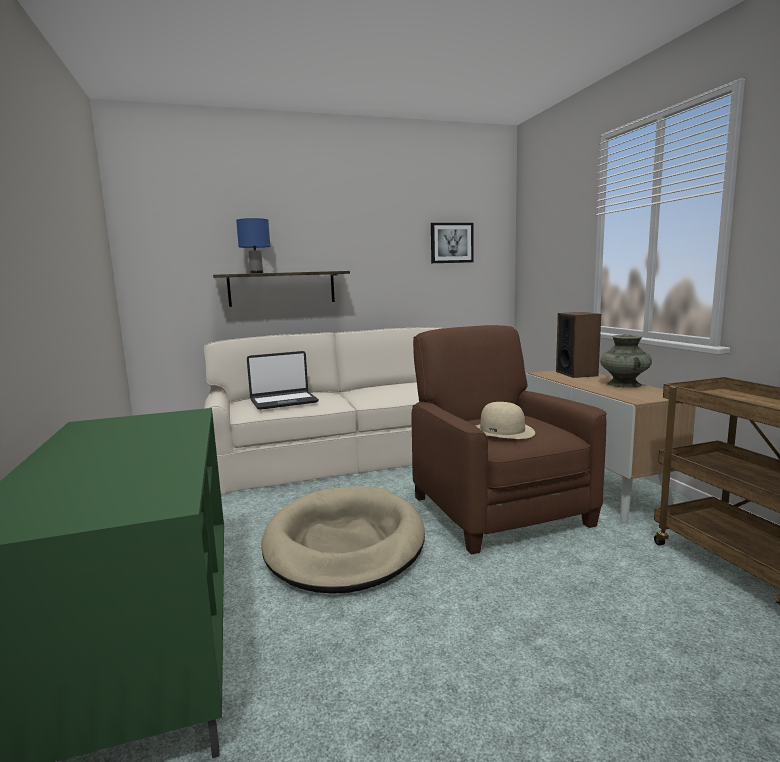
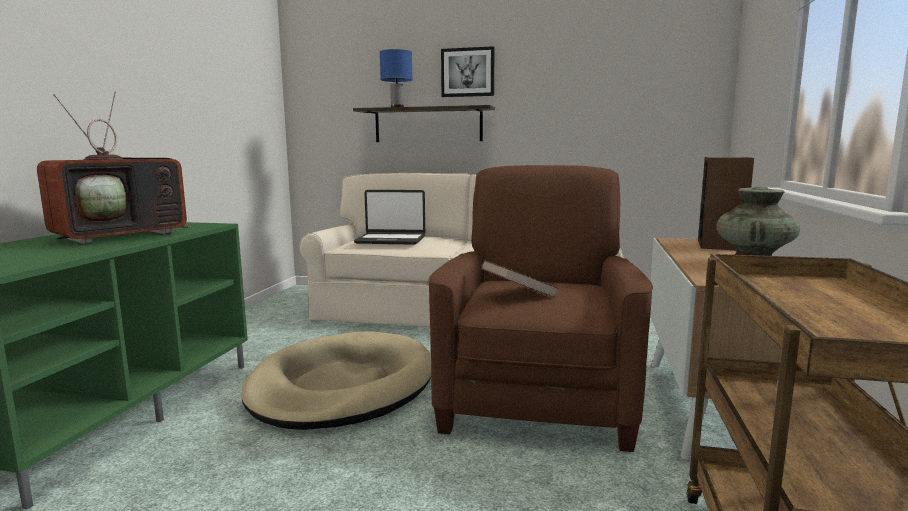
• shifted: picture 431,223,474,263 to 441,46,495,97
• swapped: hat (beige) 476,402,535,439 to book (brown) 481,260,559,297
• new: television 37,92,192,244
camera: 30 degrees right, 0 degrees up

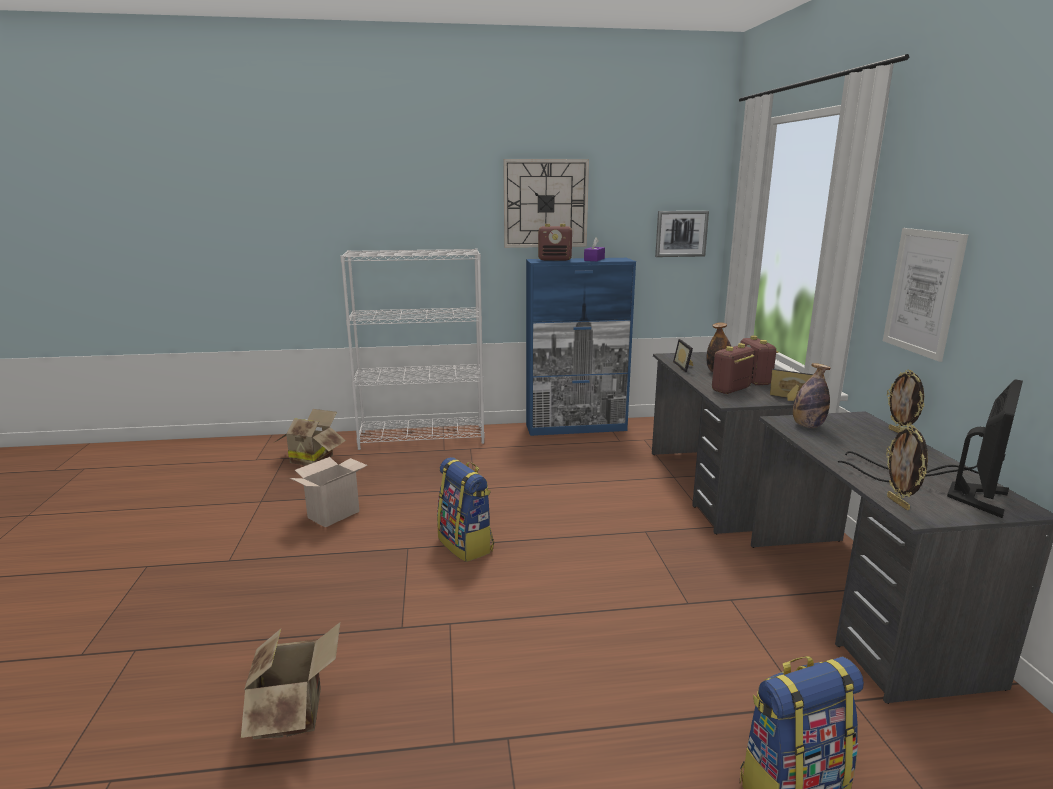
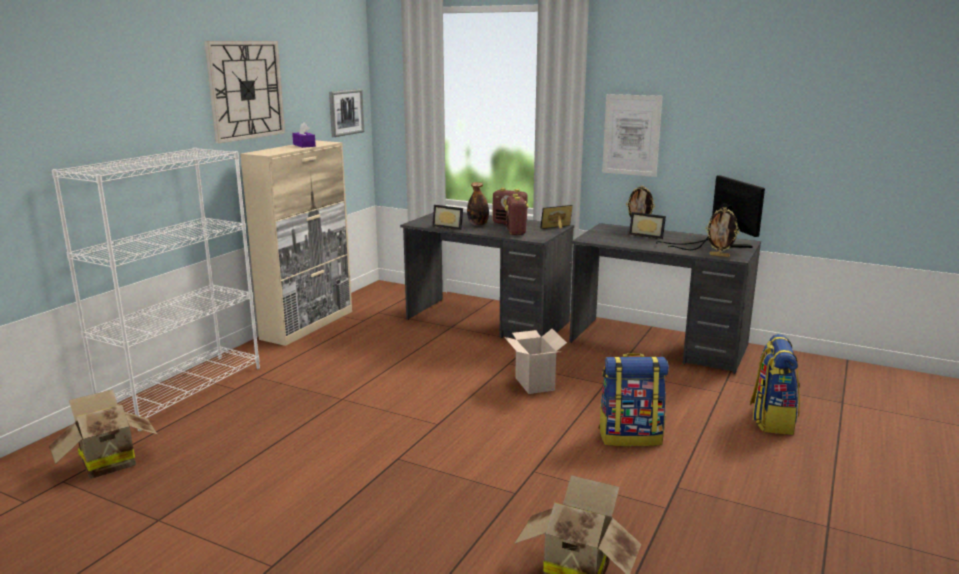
• shifted: cardboard box 290,457,367,527 to 504,329,567,394
• shifted: backpack 437,457,494,562 to 598,353,669,446
• repainted: cabinet (blue) 526,258,636,436 to cabinet (beige) 240,141,352,346
• gone: radio 538,224,572,261
• gone: bottle 793,363,831,428
• new: picture frame 629,212,666,239
camera: 55 degrees left, 0 degrees up

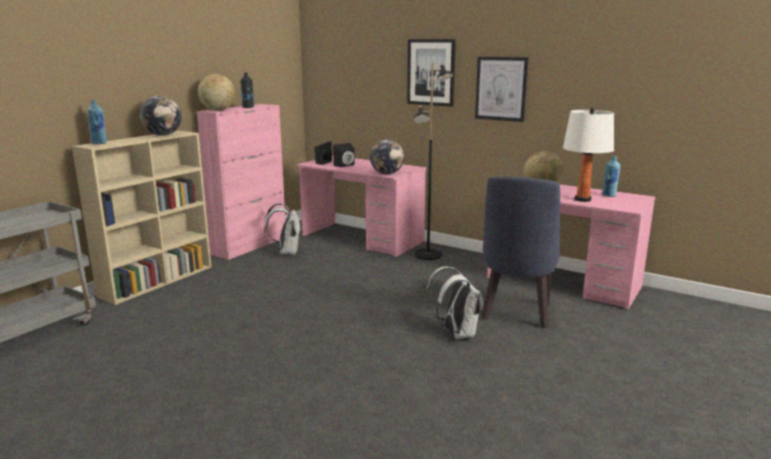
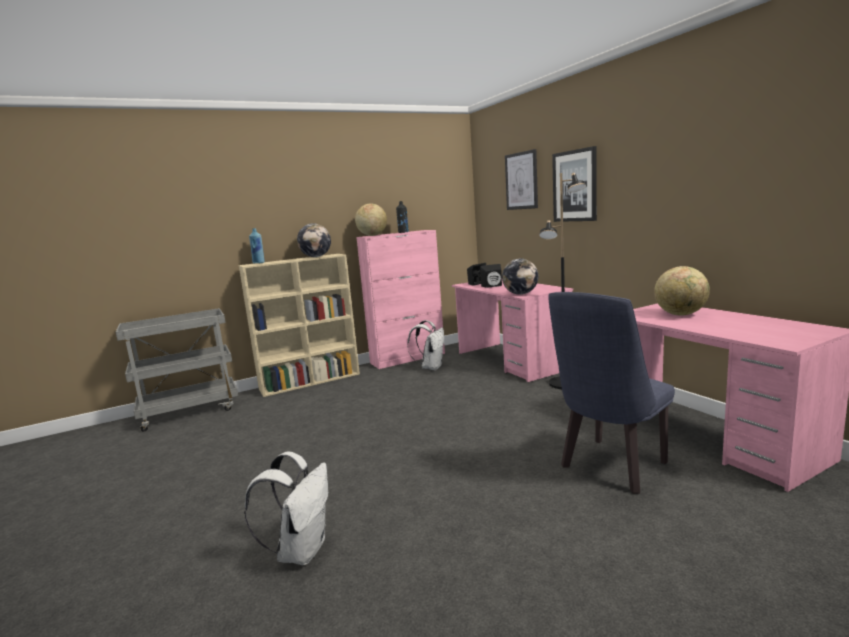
• shifted: backpack (white) 425,266,483,339 to 244,451,328,565
• shifted: picture 475,57,529,122 to 505,149,538,210
• gone: table lamp (white) 563,107,614,202
• gone: bottle (blue) 602,156,620,197
camera: 30 degrees right, 5 degrees down

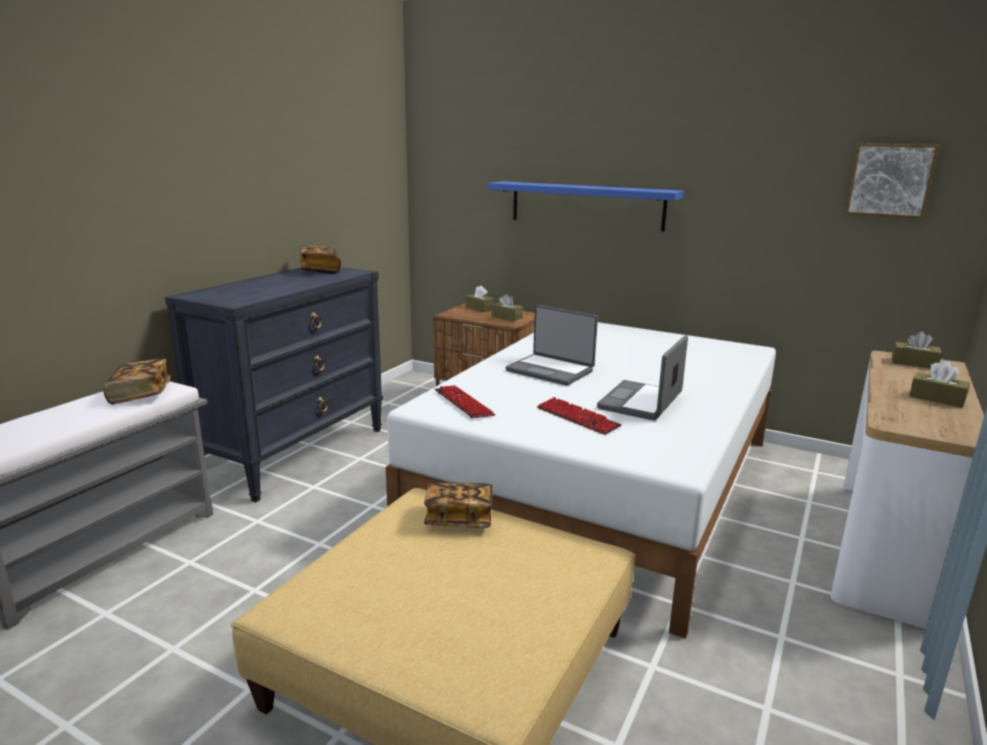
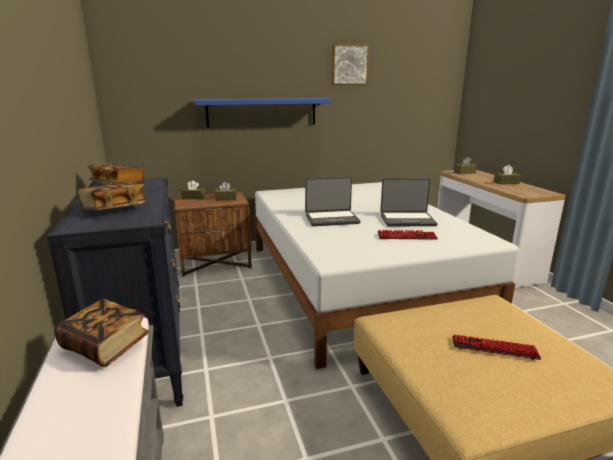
• shifted: book 424,482,493,528 to 78,181,146,210
• shifted: keyboard 434,385,495,418 to 452,334,541,360
• rotated: laptop 597,335,688,421 = 380,178,438,226 75 degrees counterclockwise
• shifted: picture 845,143,939,219 to 332,44,369,85
camera: 45 degrees left, 0 degrees up

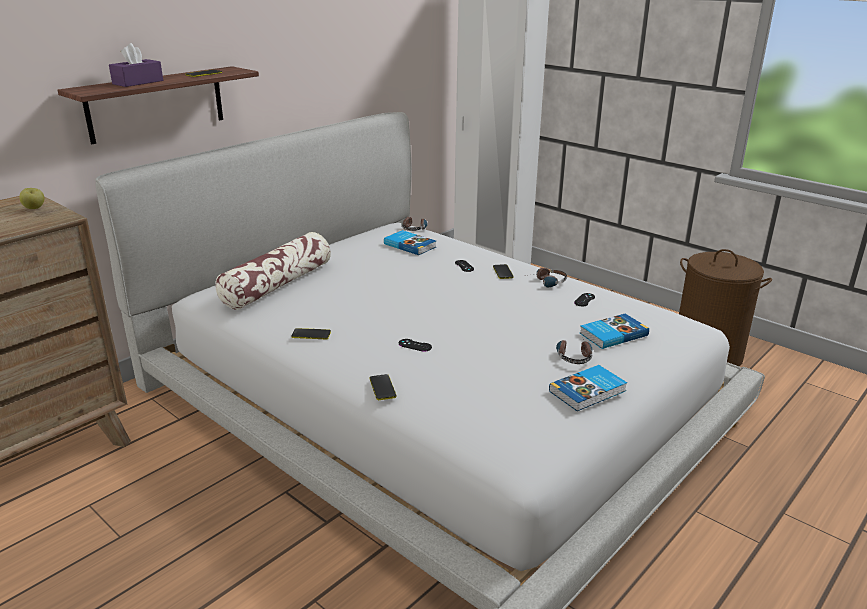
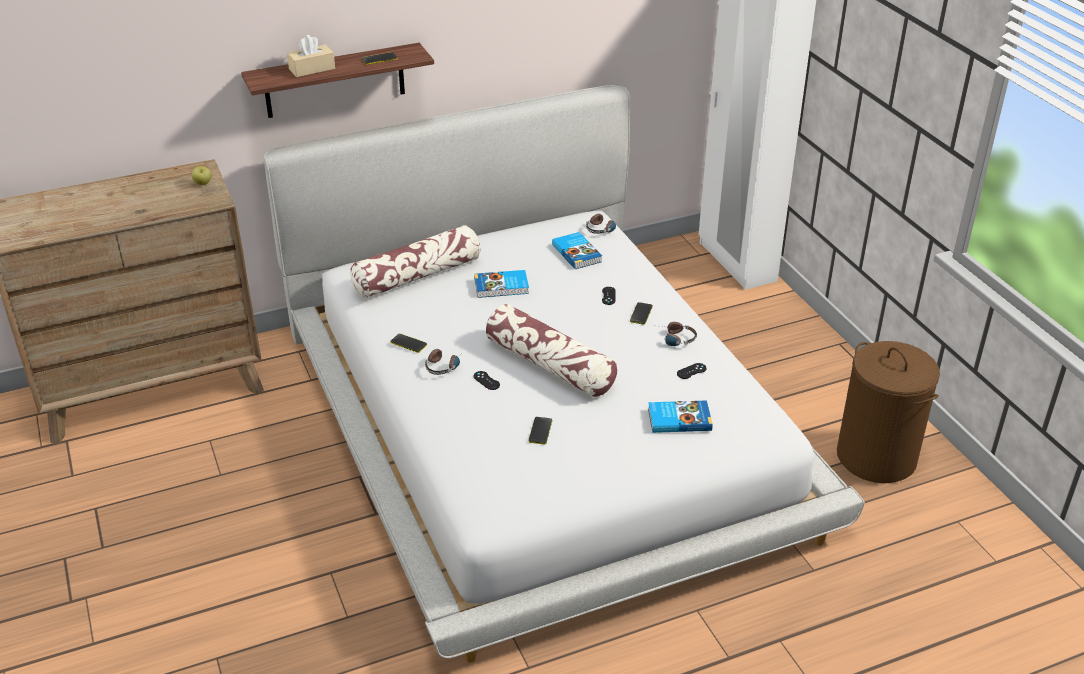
• repainted: tissue box (purple) 109,43,163,87 to tissue box (beige) 287,35,335,77
• shifted: phone 370,374,396,400 to 528,417,552,445
• shifted: book 549,365,627,411 to 474,270,529,298
• shifted: headphones 556,339,593,364 to 425,349,465,375
• new: pillow 486,304,617,397
camera: 25 degrees right, 10 degrees up

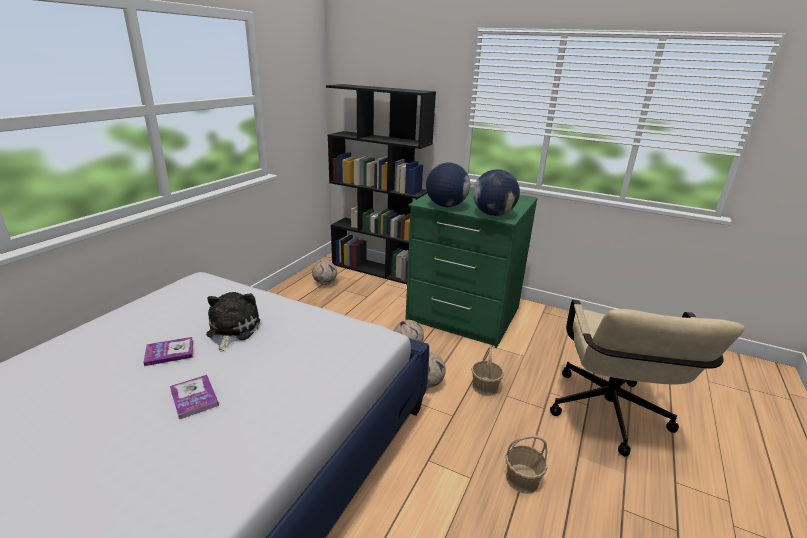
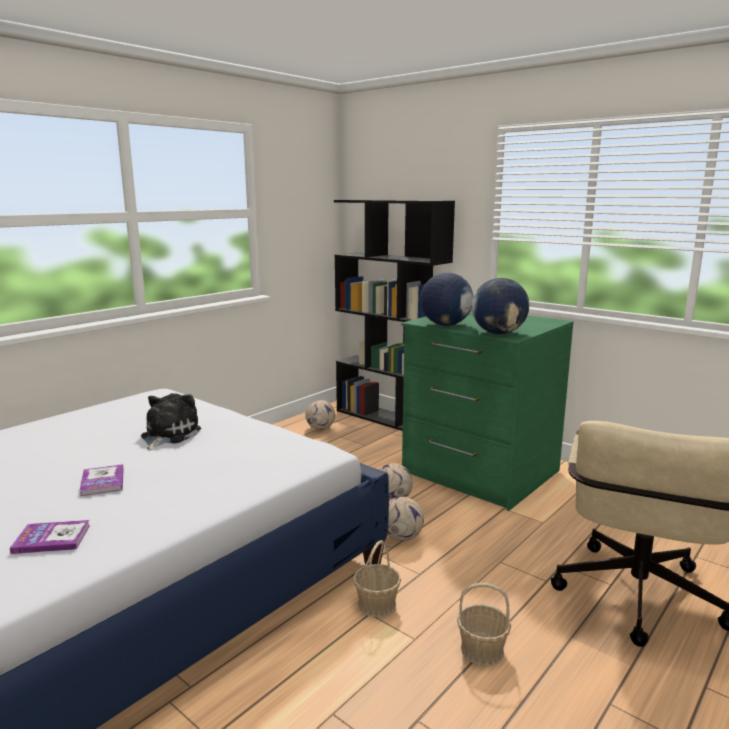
• shifted: book 143,337,193,366 to 10,520,90,554
• shifted: basket 471,346,504,396 to 353,540,401,617
camera: 15 degrees right, 10 degrees down

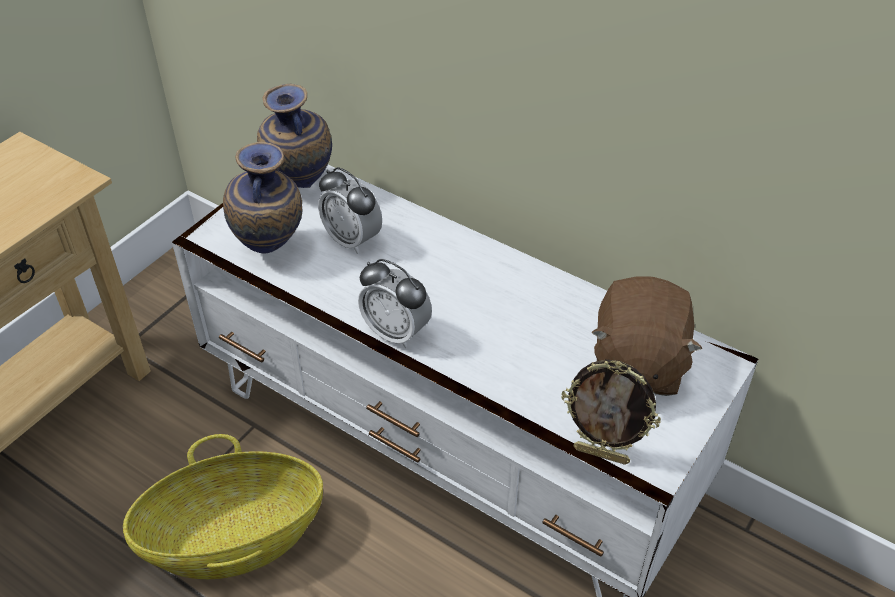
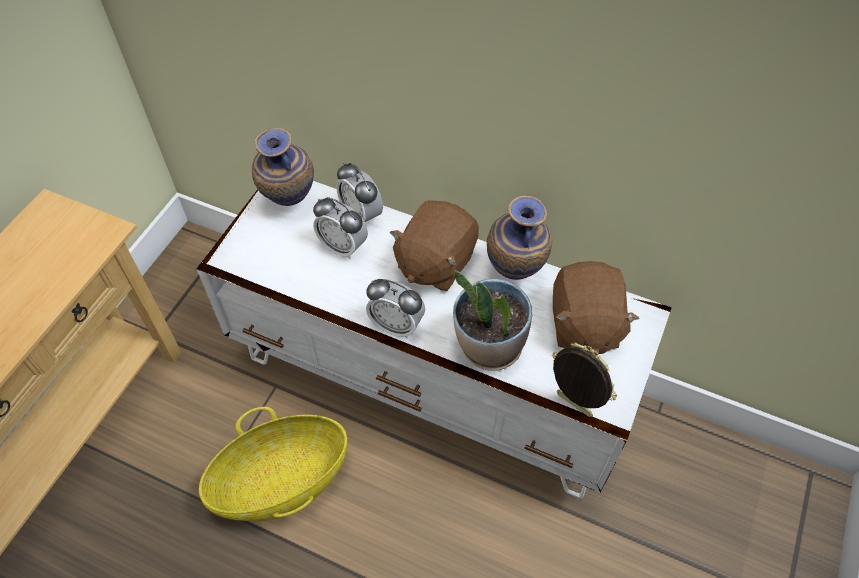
• shifted: vase 223,142,302,254 to 487,196,552,280
• rotated: picture frame 561,360,661,465 = 552,342,617,417 150 degrees counterclockwise
• new: alarm clock 336,163,383,222
• new: plush toy (brown) 390,200,479,291
• new: potted plant 453,270,532,371
camera: 10 degrees left, 10 degrees up

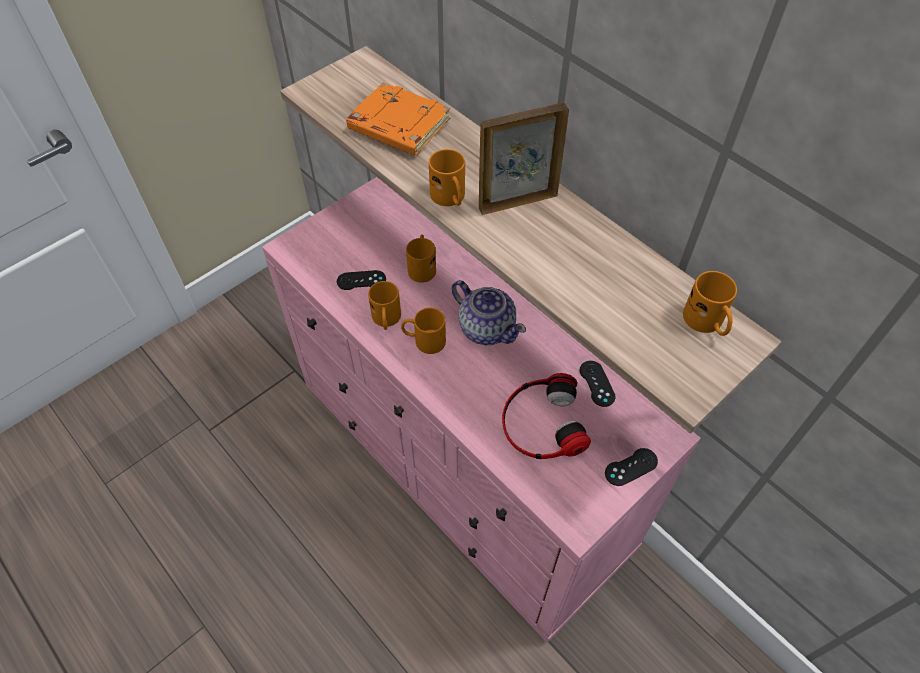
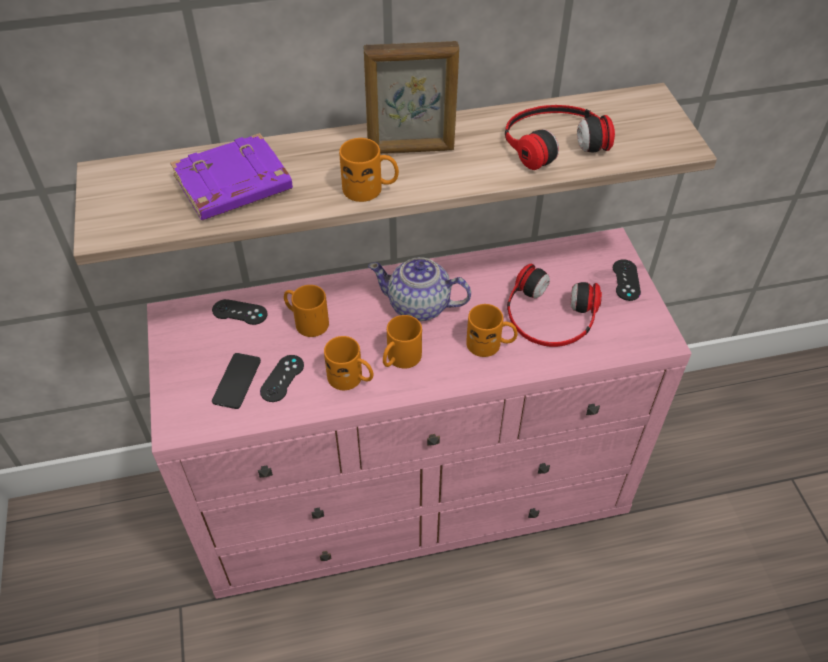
• repainted: book (orange) 346,82,450,156 to book (purple) 171,133,293,220
• rotated: teapot 451,280,526,345 = 368,257,471,321 150 degrees counterclockwise
• rotated: picture frame 479,103,569,215 = 364,41,459,154 105 degrees counterclockwise
• shifted: game controller (black) 580,361,616,407 to 212,299,267,325
• shifted: mug (orange) 683,271,737,336 to 466,304,518,357
• new: phone 212,353,261,409
• new: headphones 505,105,615,170
camera: 60 degrees left, 5 degrees down

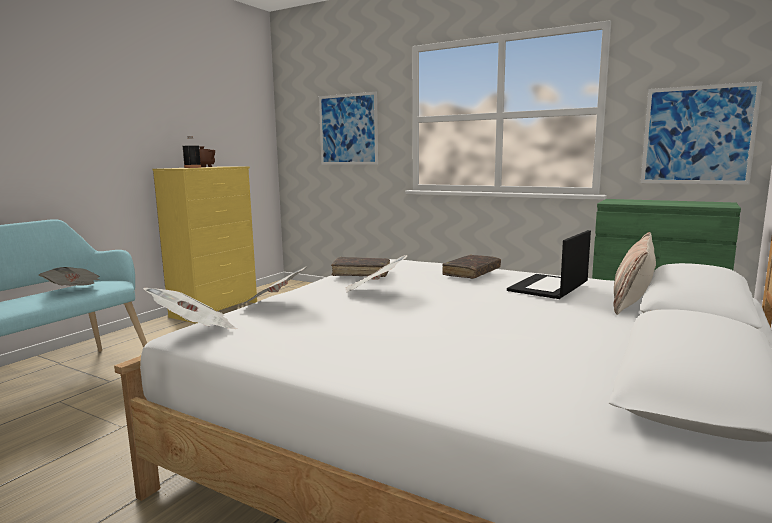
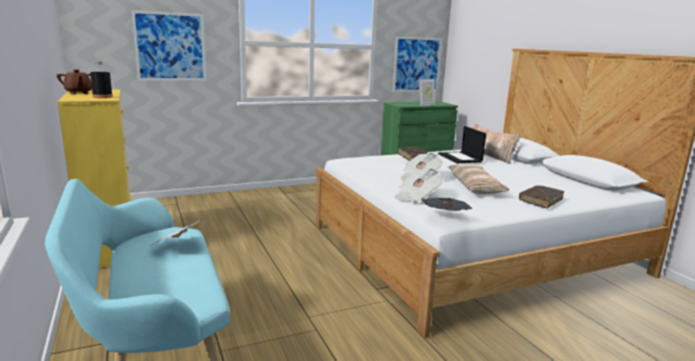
• shifted: book (brown) 331,257,390,277 to 519,185,564,208
• new: picture frame 419,79,435,106
• new: pillow 448,164,509,194
camera: 55 degrees left, 5 degrees up

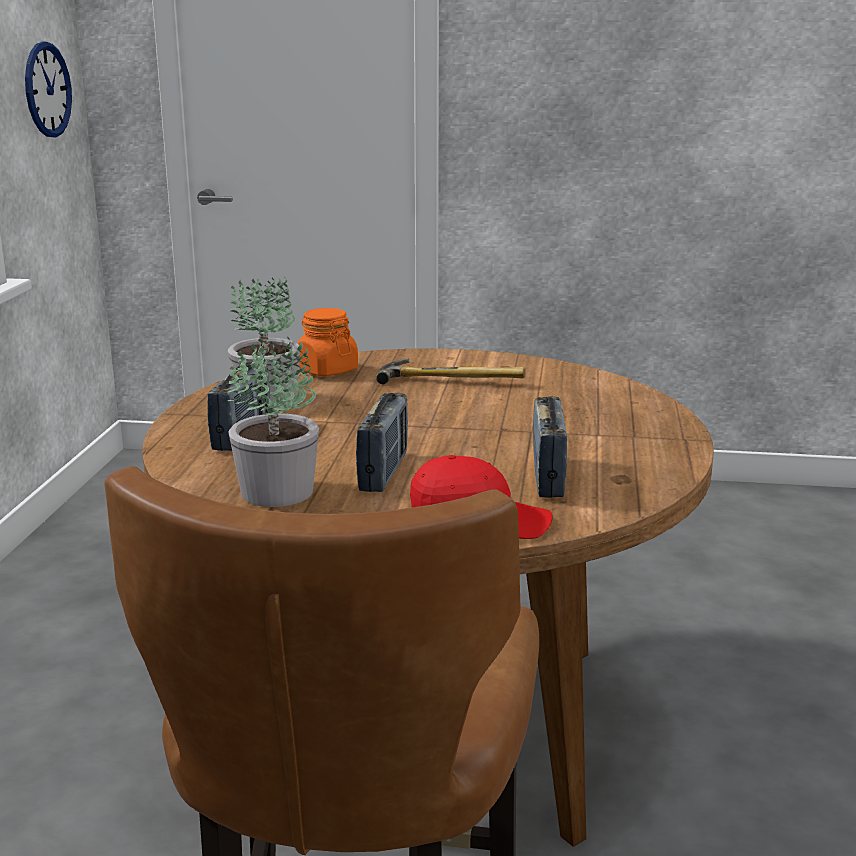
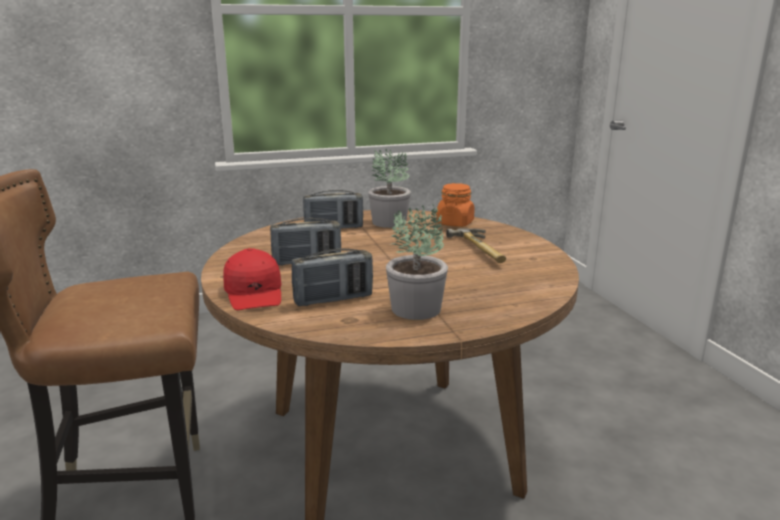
• gone: wall clock 25,41,72,137
• shifted: potted plant 228,337,319,507 to 386,204,448,320
camera: 65 degrees right, 0 degrees up

